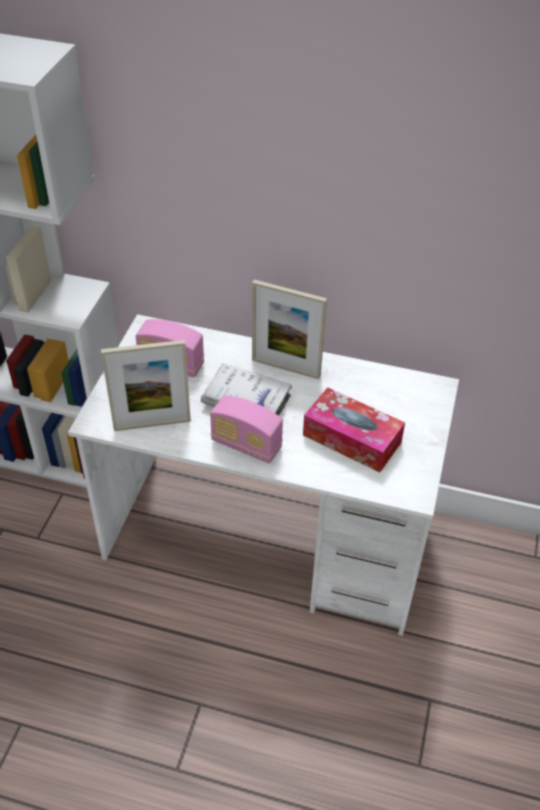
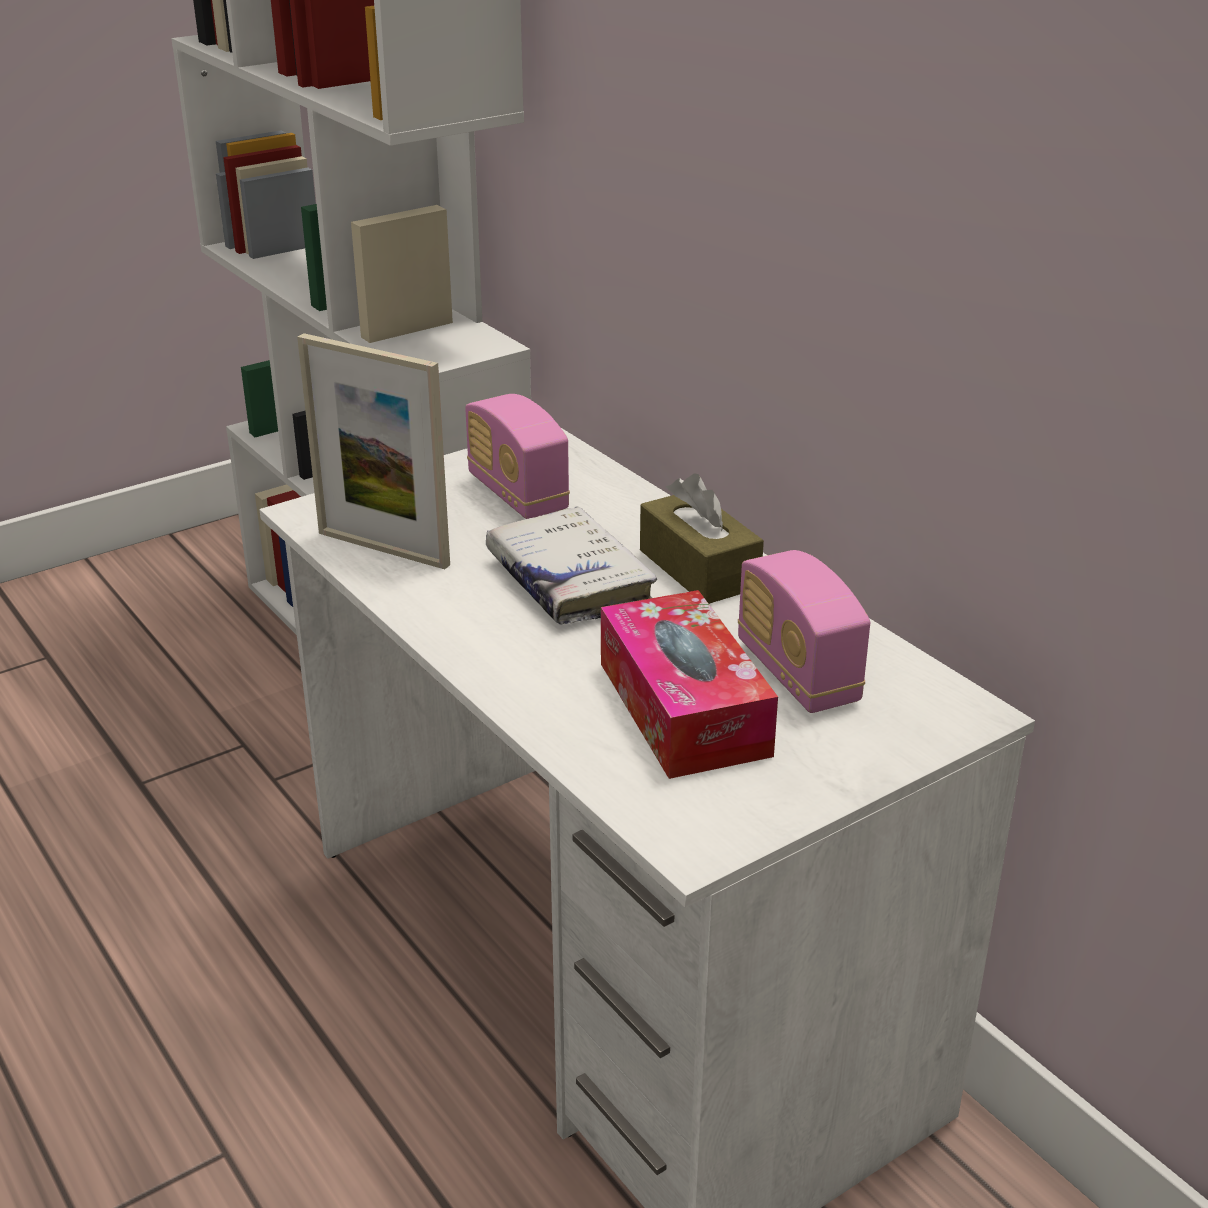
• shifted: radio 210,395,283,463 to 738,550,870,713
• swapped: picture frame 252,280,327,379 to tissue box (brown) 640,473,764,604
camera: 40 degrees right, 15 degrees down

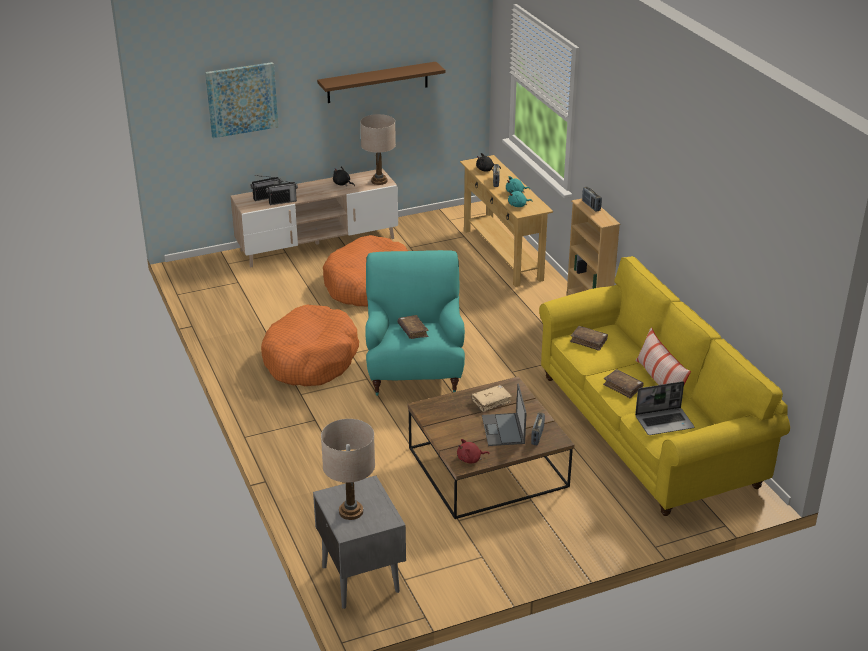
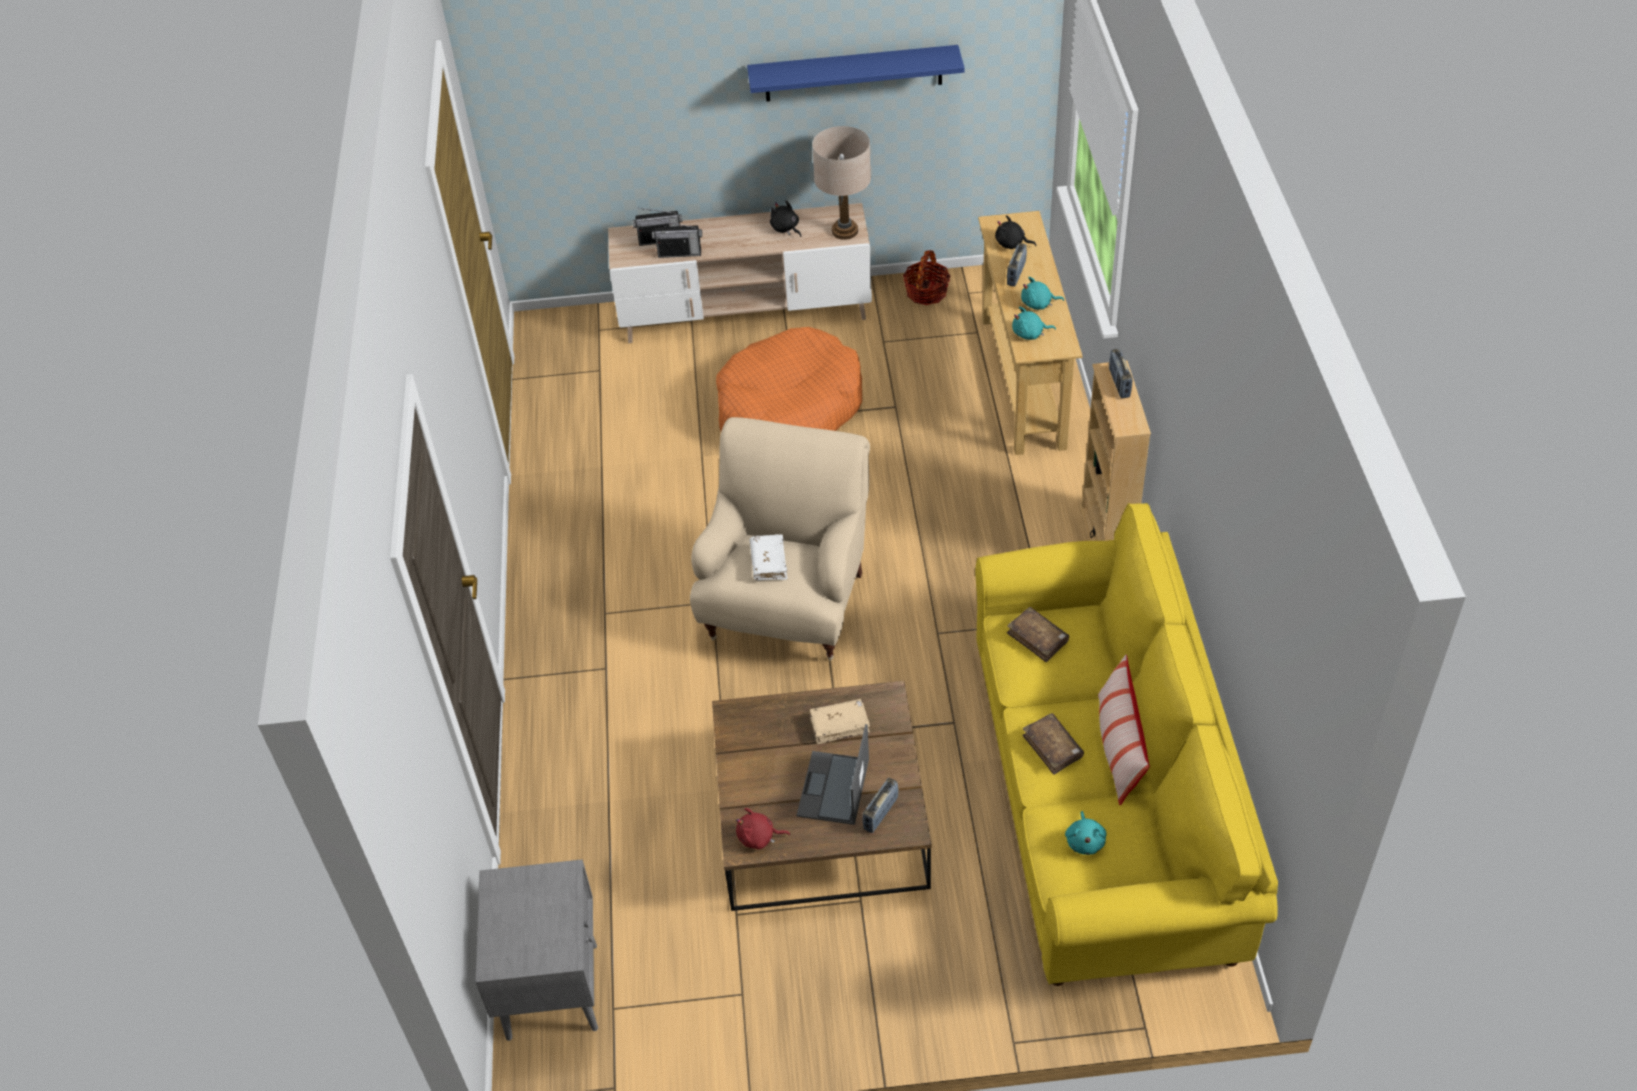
• gone: picture 205,62,278,138
• gone: dog bed (orange) 261,304,359,386
• repainted: shelf (brown) 317,62,445,103 to shelf (blue) 747,45,964,101
• gone: table lamp (beige) 321,419,375,520
• repainted: armchair (turquoise) 365,250,465,396 to armchair (beige) 690,417,870,661
• repainted: book (brown) 398,315,429,339 to book (white) 750,534,787,580
• swapped: laptop 635,381,694,435 to plush toy (turquoise) 1065,811,1107,855
• new: basket 903,250,951,305
camera: 20 degrees right, 15 degrees up

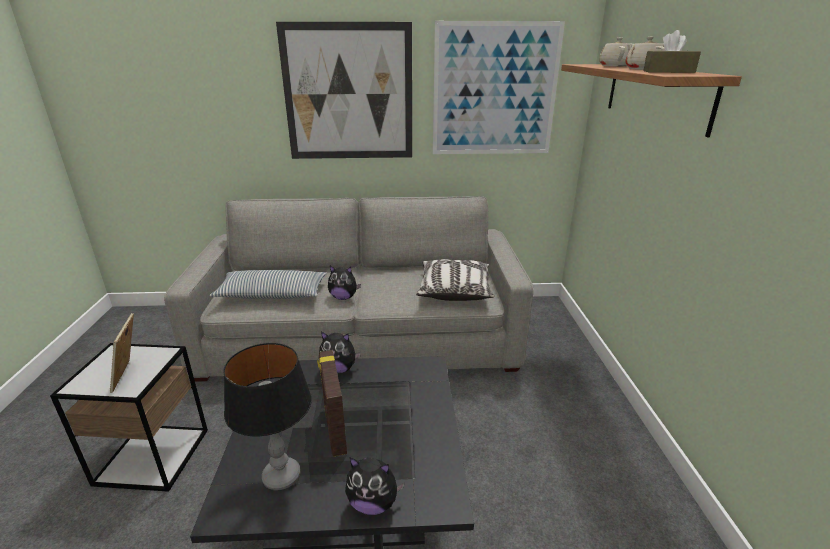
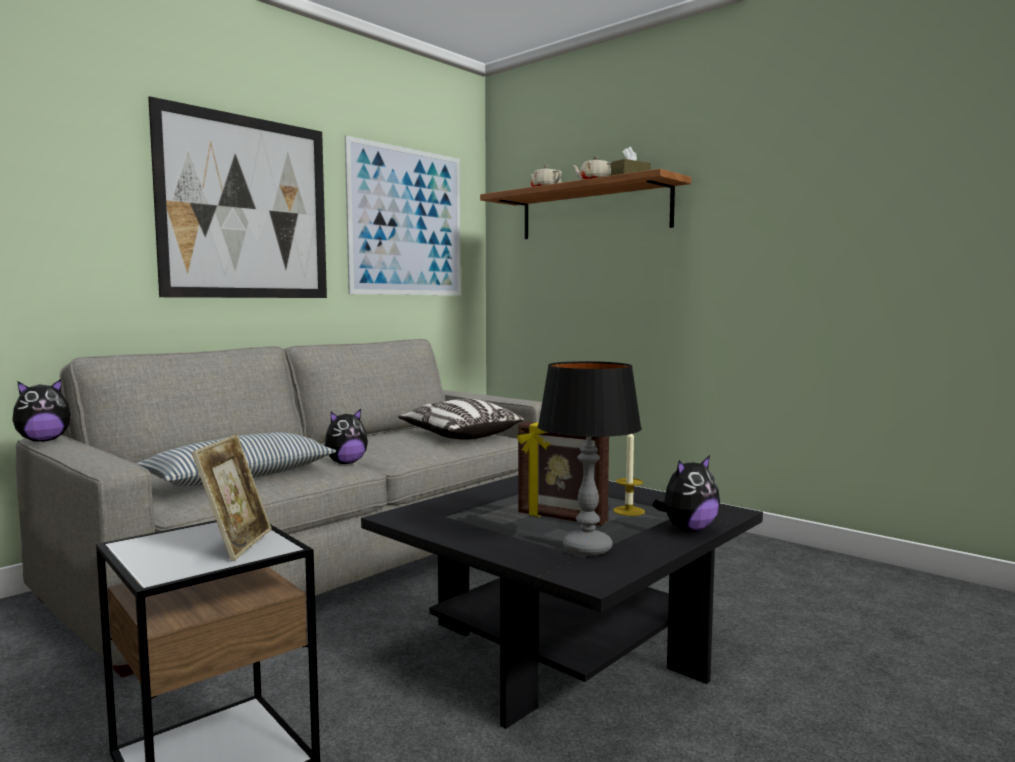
• rotated: picture frame 110,313,134,393 = 192,434,272,561 120 degrees counterclockwise
• shifted: plush toy 319,332,361,373 to 13,379,71,442
• new: candle 613,434,645,516
camera: 45 degrees left, 20 degrees down

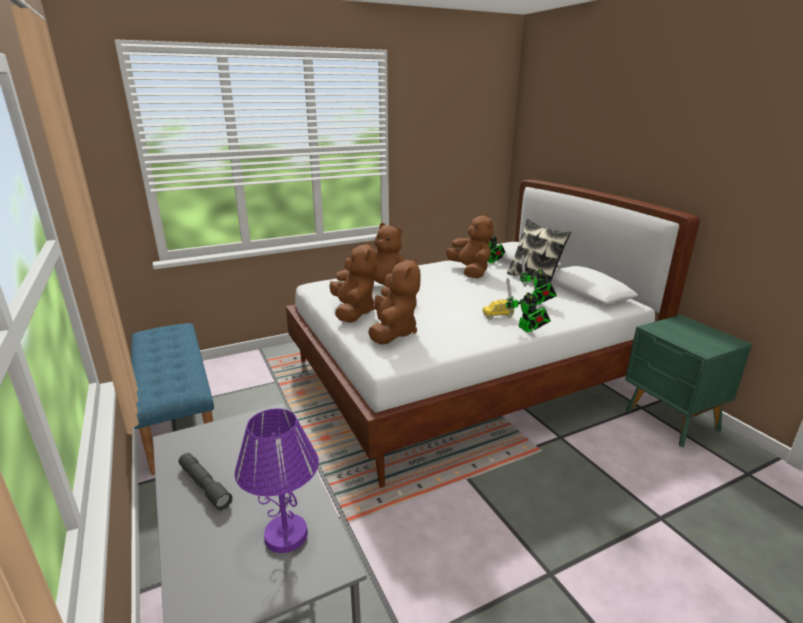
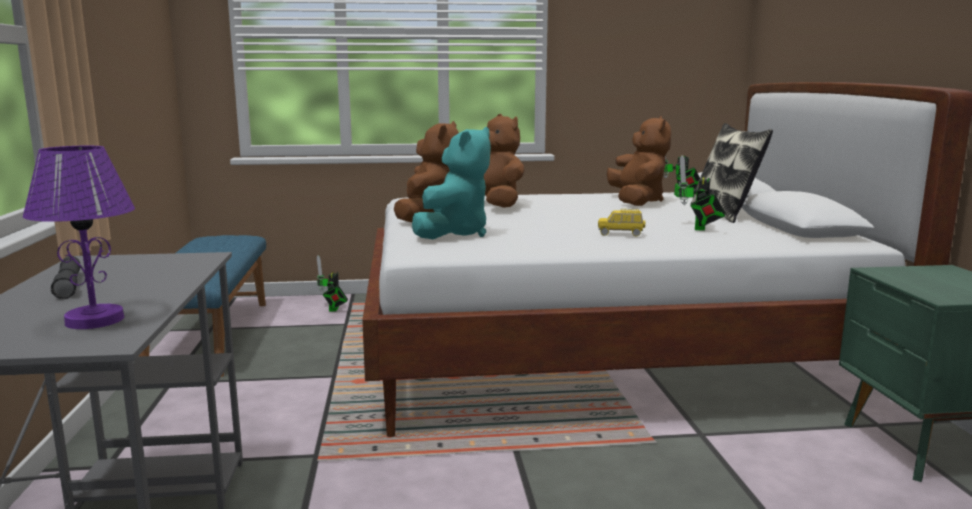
• repainted: plush toy (brown) 368,258,421,345 to plush toy (turquoise) 412,127,491,239
• shifted: toy robot 506,278,551,332 to 316,255,348,311
camera: 20 degrees right, 10 degrees down

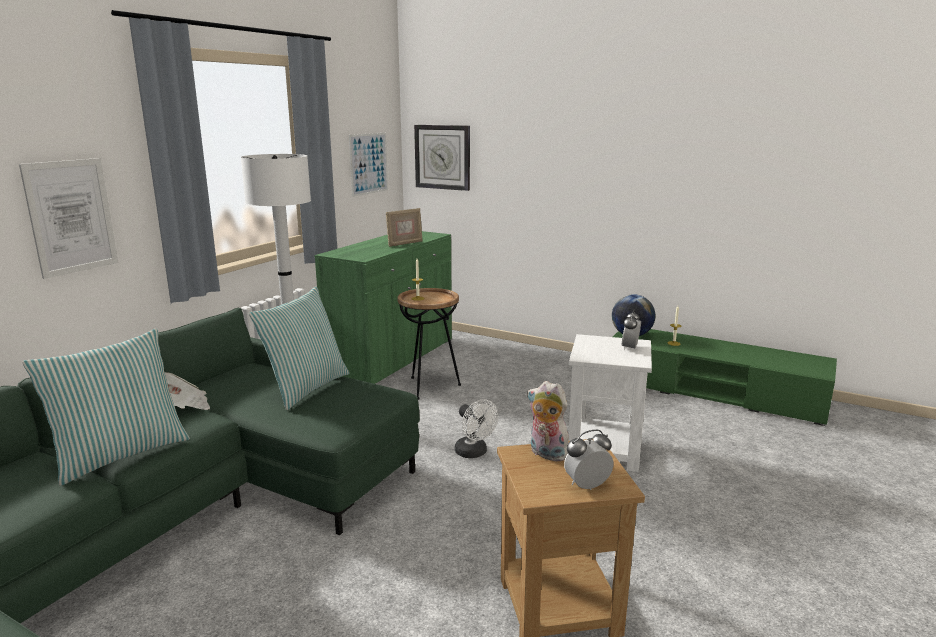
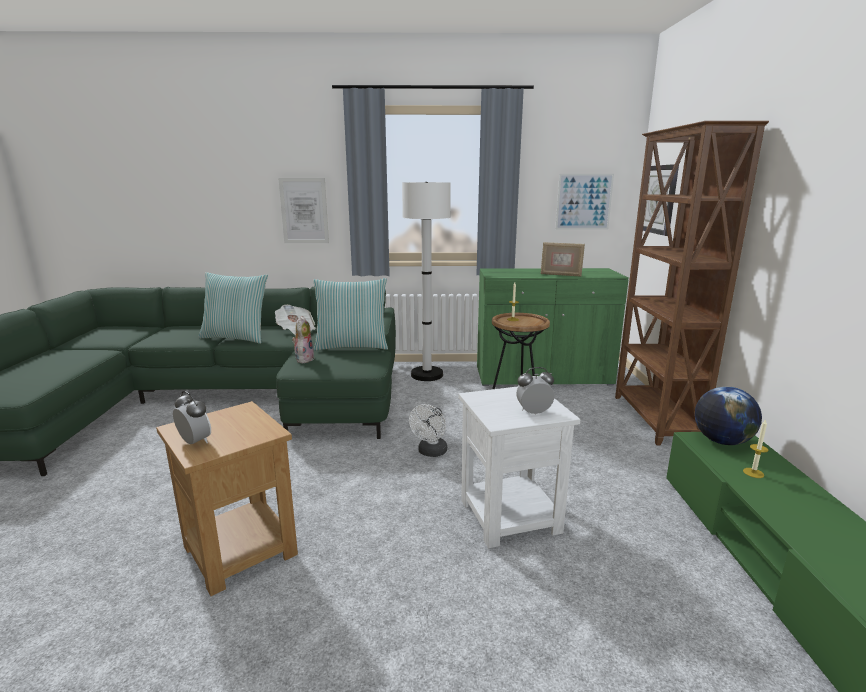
• shifted: plush toy 527,381,569,462 to 292,316,314,363
• new: bookcase (brown) 615,121,769,445
camera: 60 degrees right, 0 degrees up

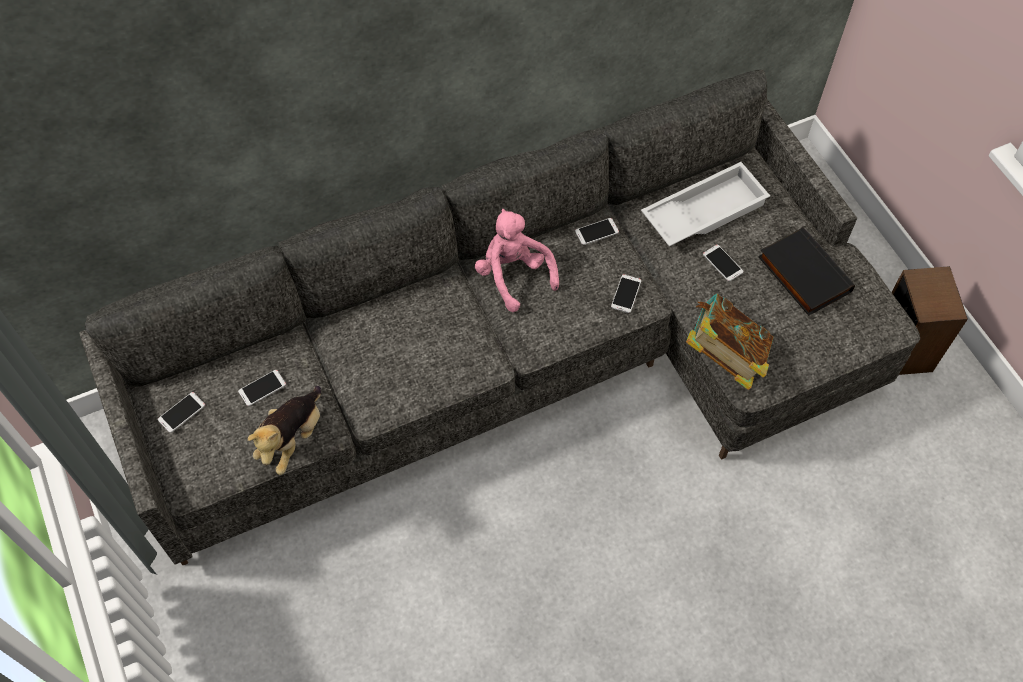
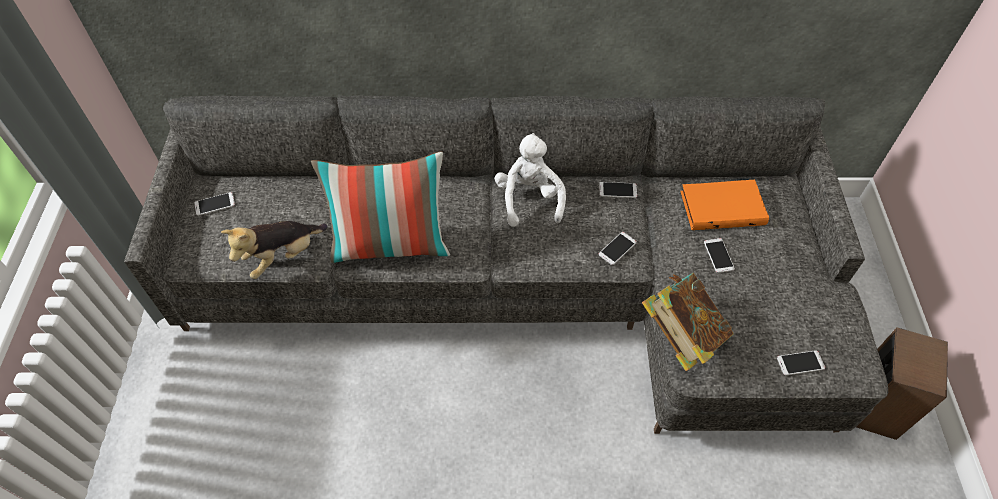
• shifted: phone 238,370,286,406 to 777,350,825,375
• repainted: plush toy (pink) 475,209,559,312 to plush toy (white) 495,133,566,227
• swapped: tray (white) 641,162,770,246 to book (orange) 680,180,769,230
• gone: book (black) 758,227,855,316
• new: pillow 311,151,450,263
camera: 25 degrees right, 5 degrees down

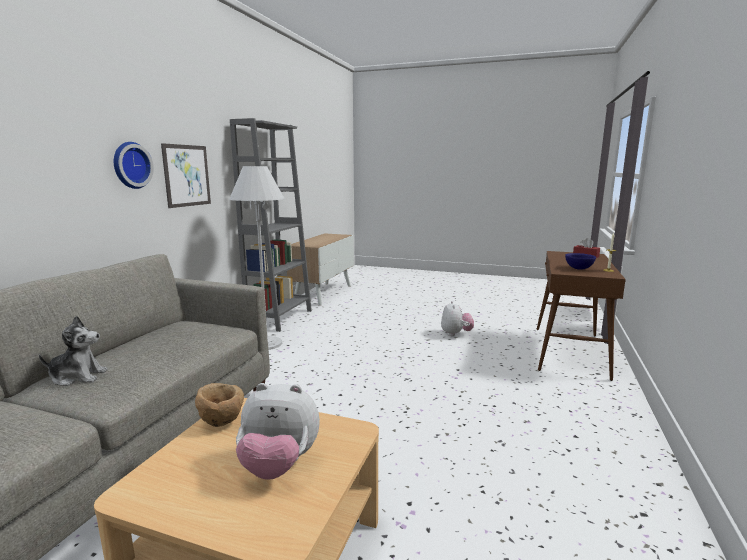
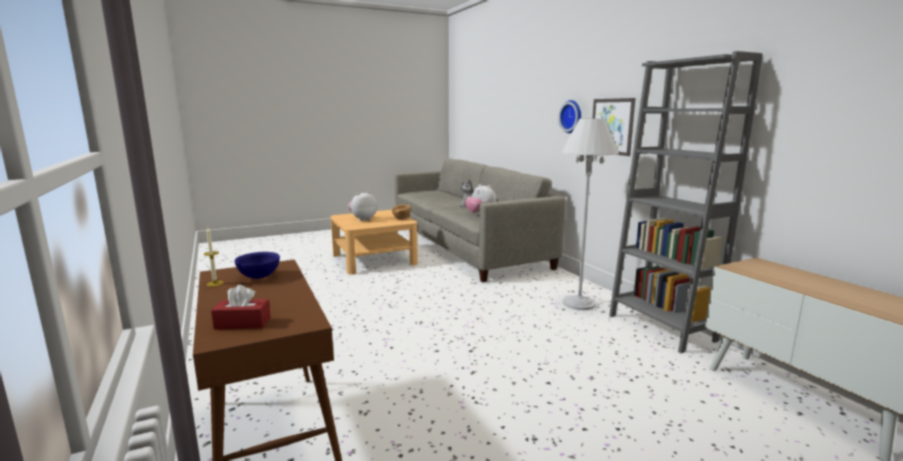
• shifted: plush toy 441,301,474,336 to 465,184,497,214
camera: 135 degrees right, 0 degrees up

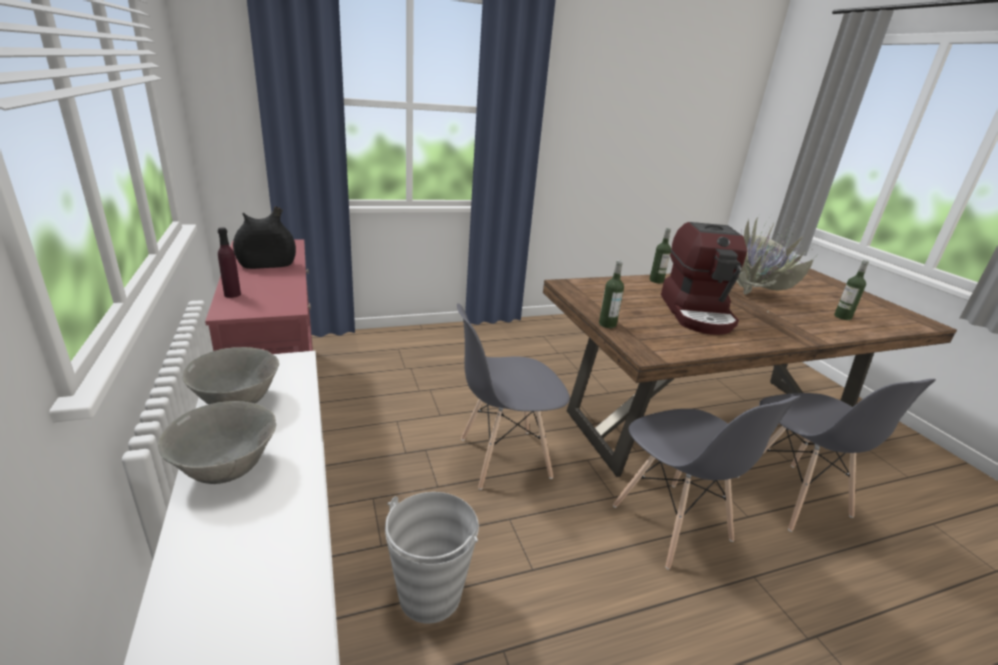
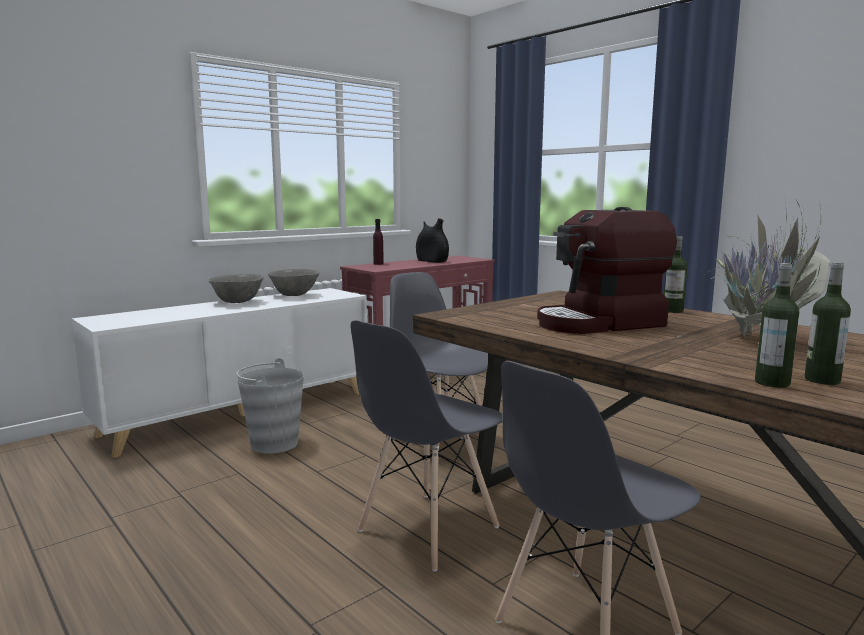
• shifted: bottle 599,260,624,328 to 755,263,799,388
camera: 70 degrees right, 15 degrees down

